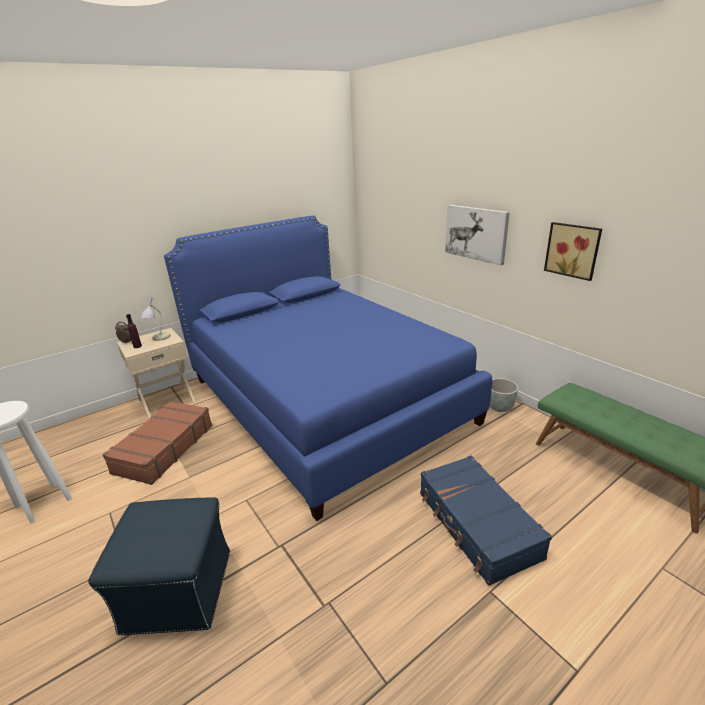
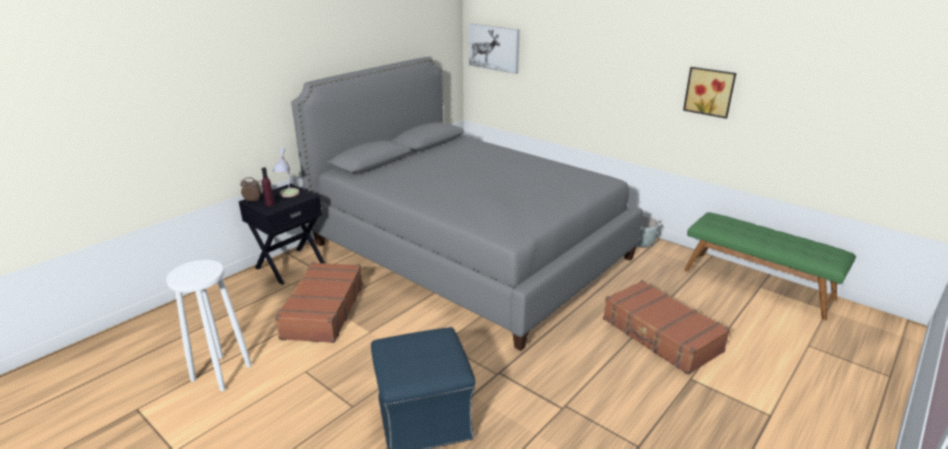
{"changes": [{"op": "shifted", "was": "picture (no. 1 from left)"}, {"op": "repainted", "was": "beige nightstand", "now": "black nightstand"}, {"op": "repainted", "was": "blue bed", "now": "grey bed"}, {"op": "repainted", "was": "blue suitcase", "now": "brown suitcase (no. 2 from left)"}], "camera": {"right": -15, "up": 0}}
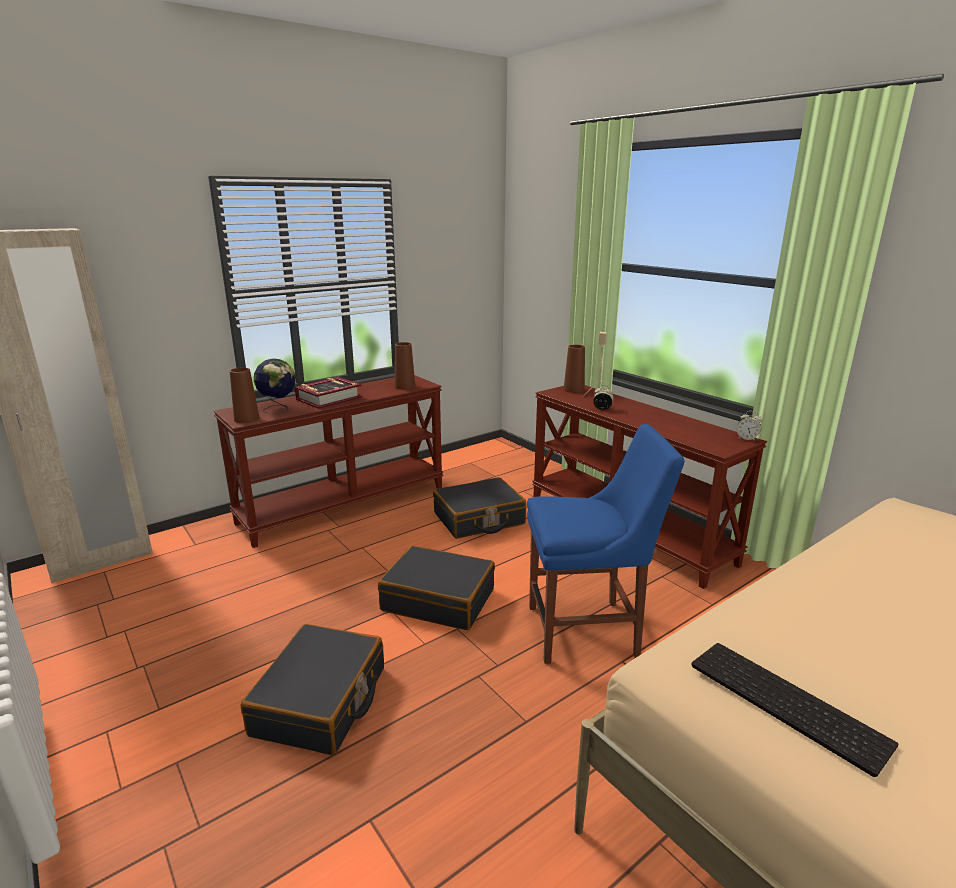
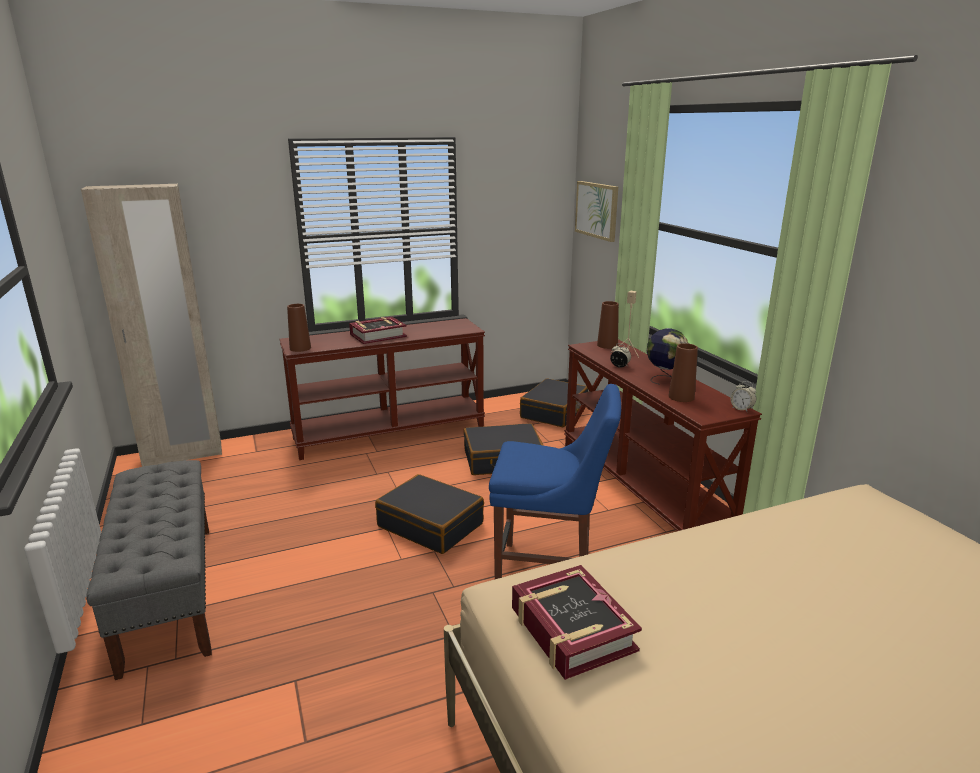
{"changes": [{"op": "new", "now": "grey bench"}, {"op": "new", "now": "picture"}, {"op": "shifted", "was": "black suitcase (no. 1 from left in the first image)", "now": "black suitcase (no. 3 from left)"}, {"op": "shifted", "was": "globe"}, {"op": "shifted", "was": "brown vase (no. 2 from left in the first image)", "now": "brown vase (no. 3 from left)"}, {"op": "swapped", "was": "keyboard", "now": "book (no. 2 from left)"}], "camera": {"right": 15, "up": 0}}
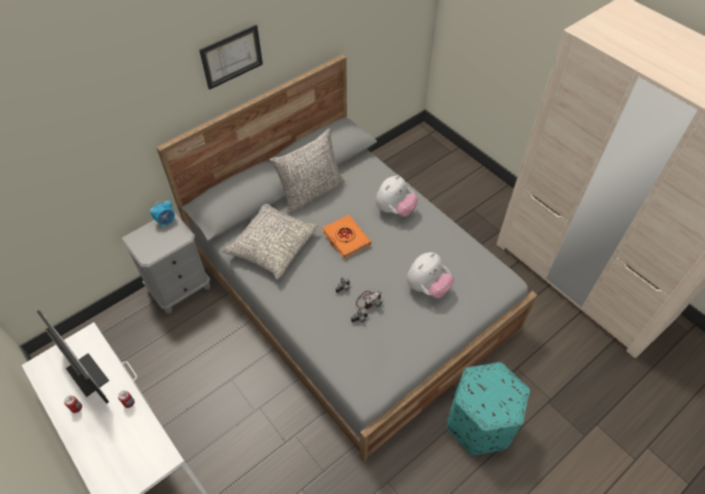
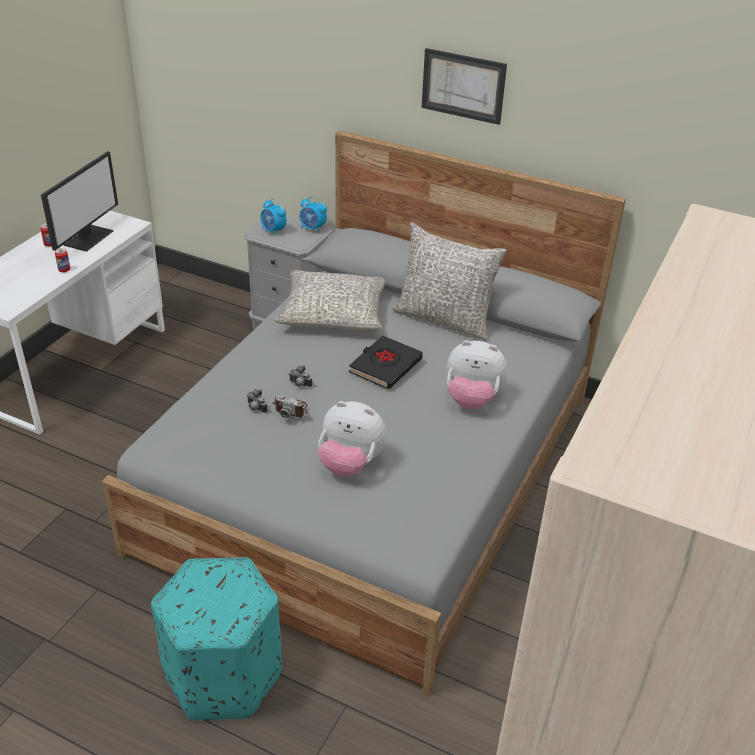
{"changes": [{"op": "new", "now": "alarm clock (no. 1 from left)"}, {"op": "repainted", "was": "orange book", "now": "black book"}], "camera": {"right": 65, "up": -15}}
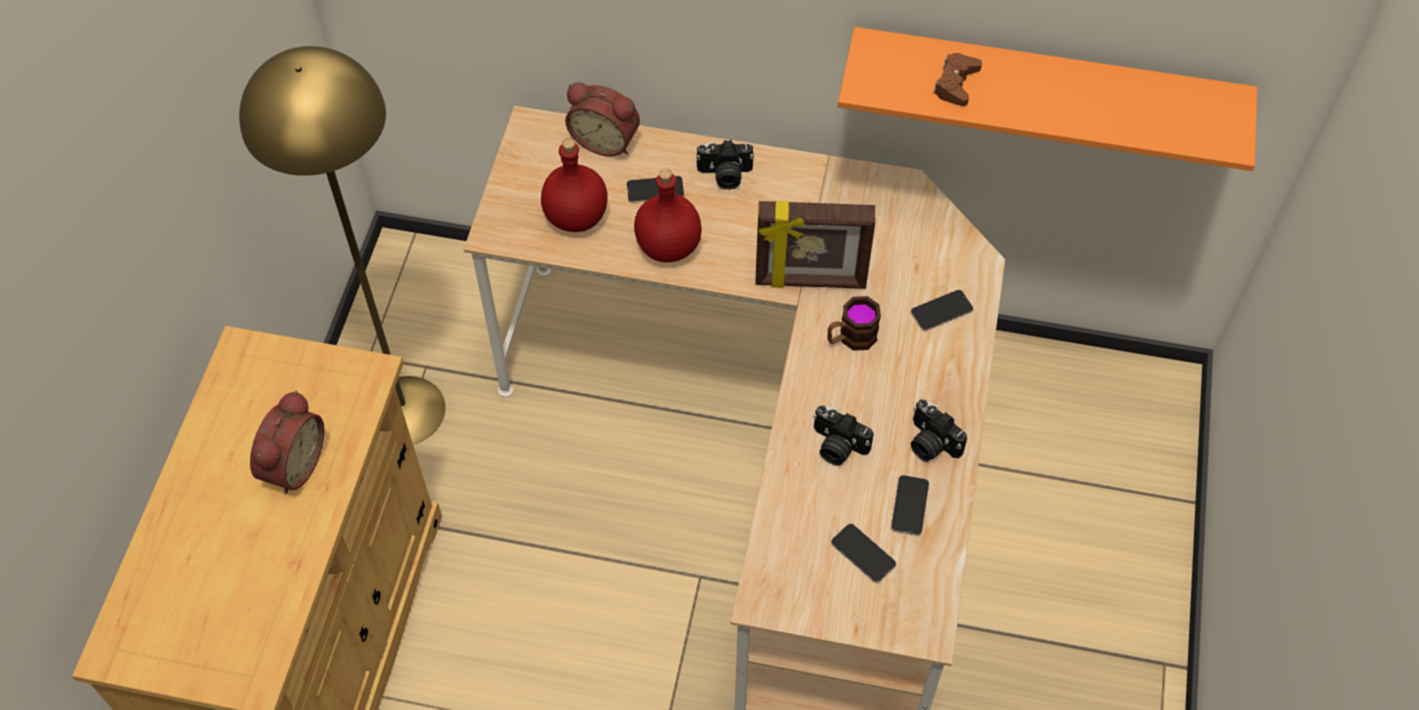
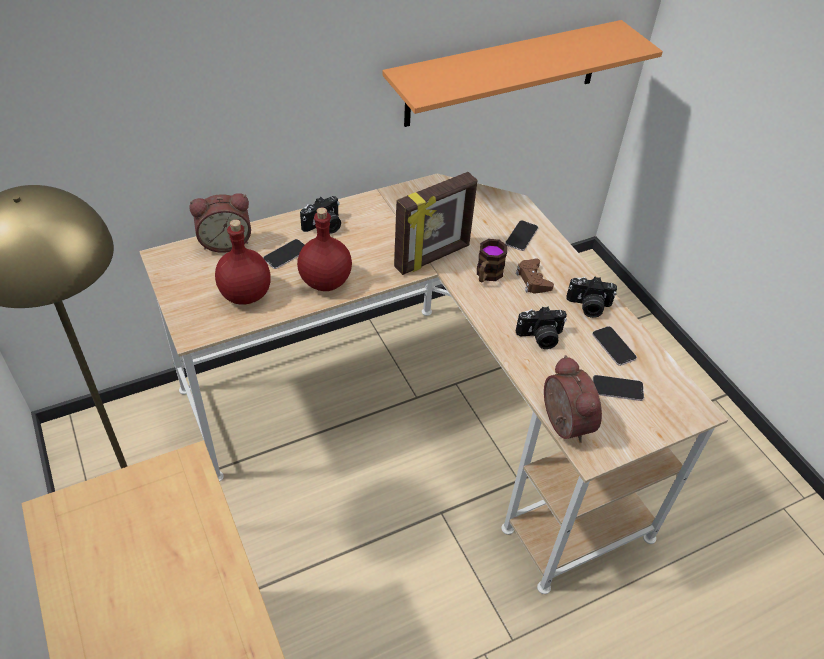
{"changes": [{"op": "shifted", "was": "alarm clock (no. 1 from left in the first image)", "now": "alarm clock (no. 2 from left)"}, {"op": "shifted", "was": "brown game controller"}], "camera": {"right": -40, "up": -10}}
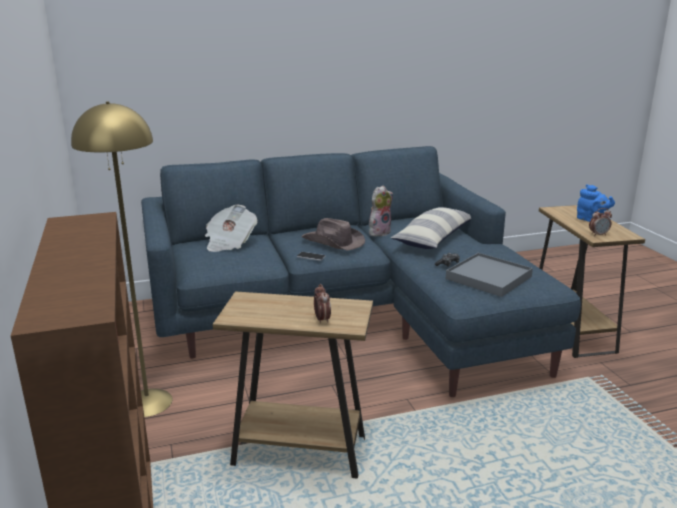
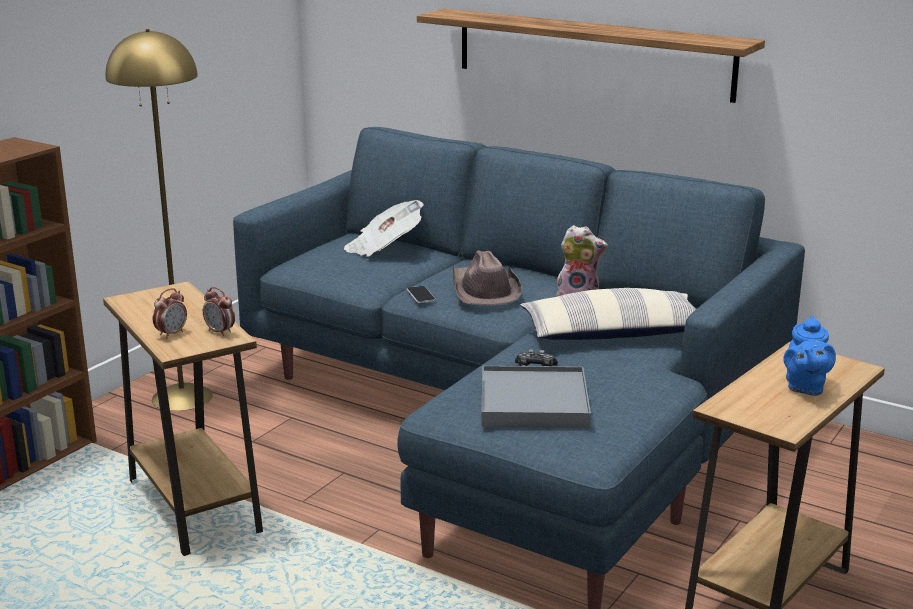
{"changes": [{"op": "new", "now": "shelf"}, {"op": "shifted", "was": "alarm clock (no. 2 from left)"}], "camera": {"right": 50, "up": 0}}
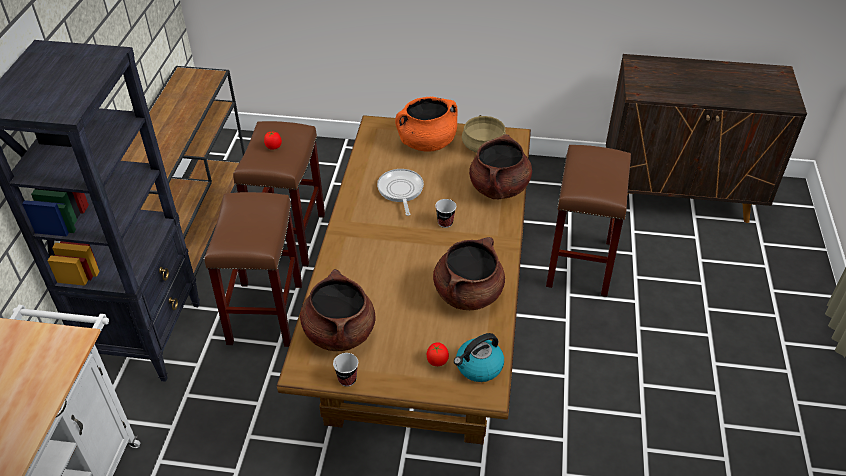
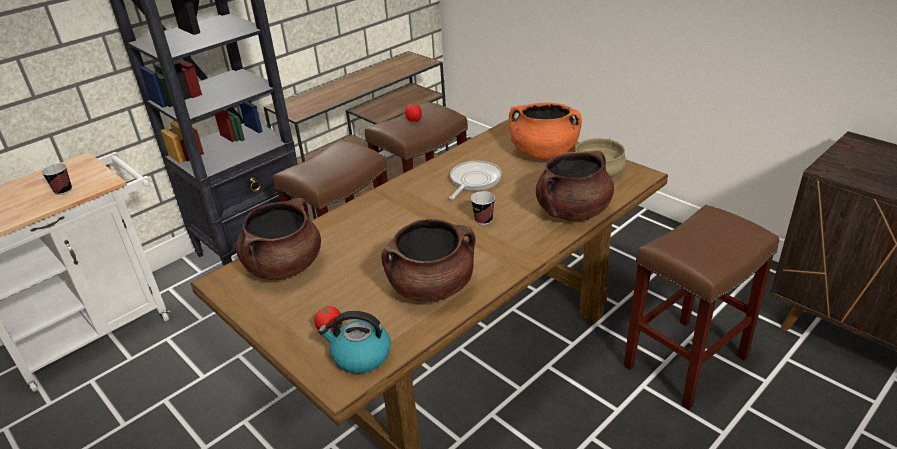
{"changes": [{"op": "shifted", "was": "cup (no. 1 from left)"}], "camera": {"right": 40, "up": -10}}
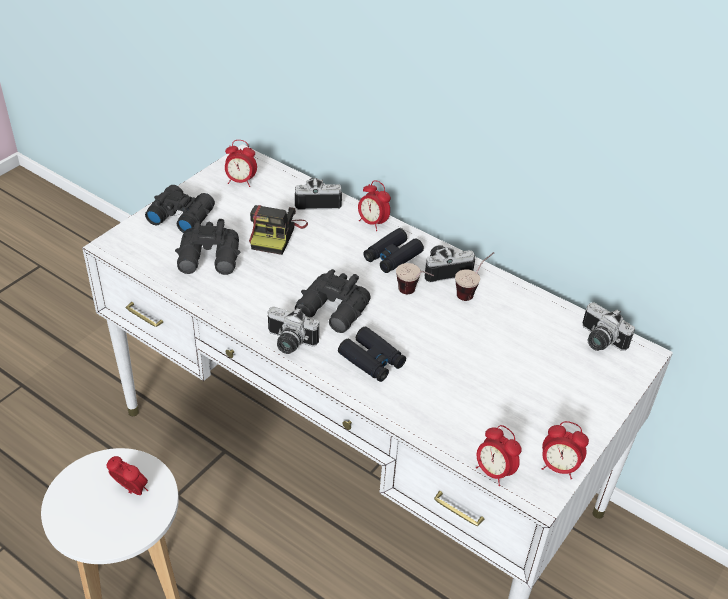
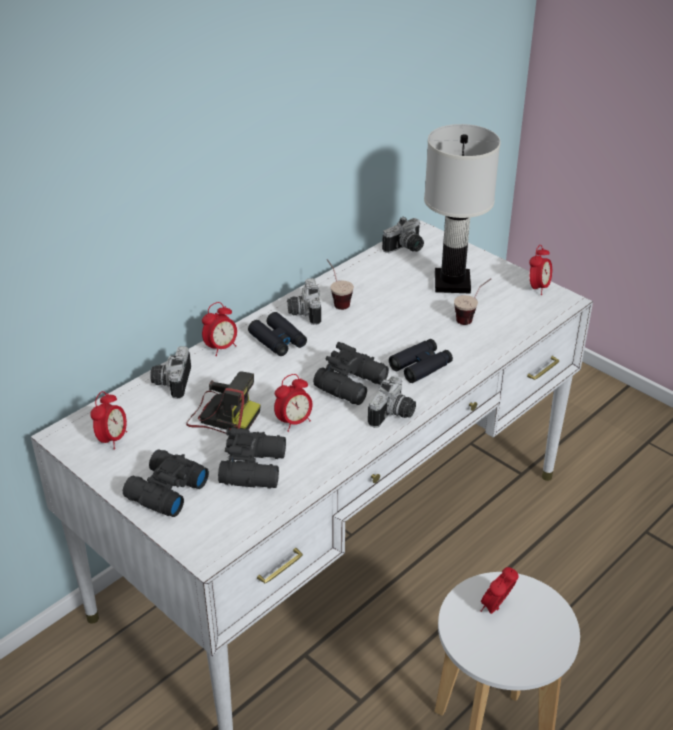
{"changes": [{"op": "new", "now": "white table lamp"}, {"op": "shifted", "was": "cup (no. 1 from left in the first image)", "now": "cup (no. 2 from left)"}, {"op": "shifted", "was": "alarm clock (no. 4 from left in the first image)", "now": "alarm clock (no. 3 from left)"}], "camera": {"right": -80, "up": -5}}
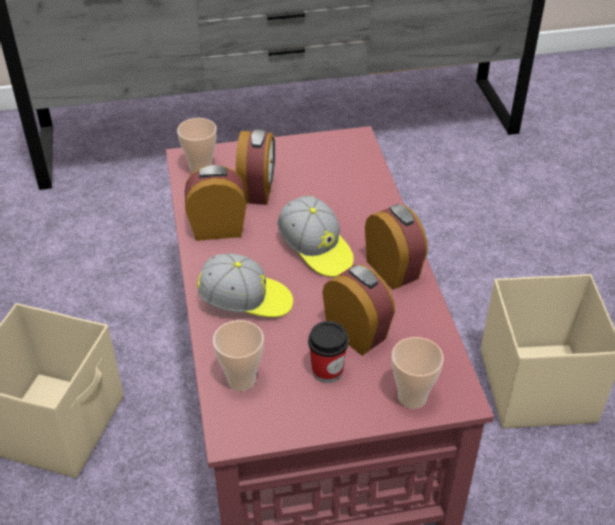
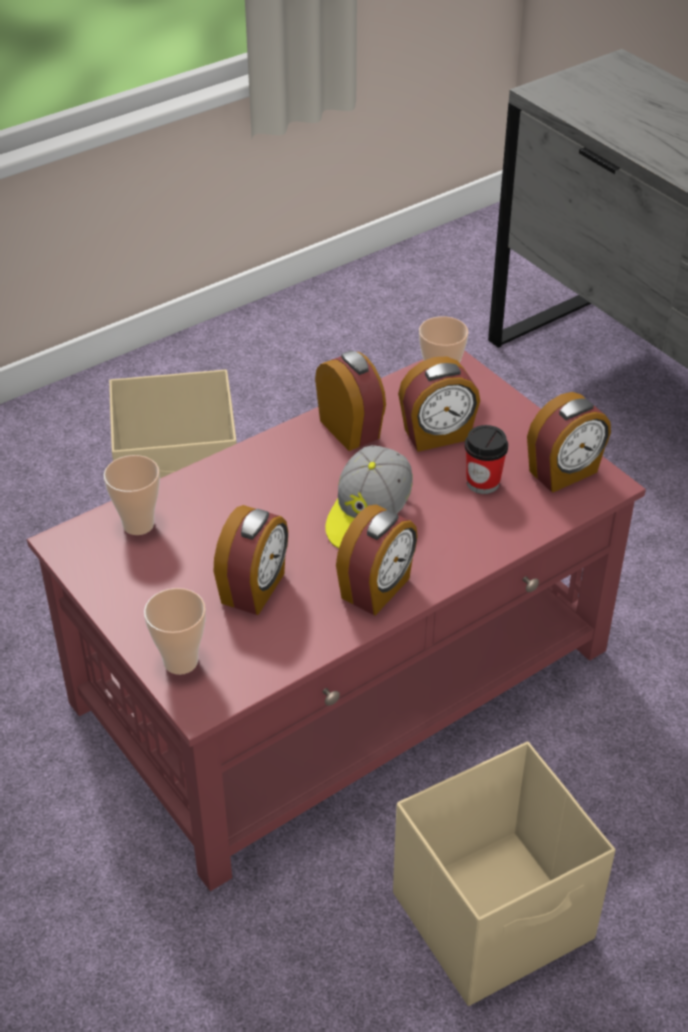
{"changes": [{"op": "gone", "was": "cap (no. 1 from left)"}, {"op": "new", "now": "alarm clock (no. 5 from left)"}, {"op": "shifted", "was": "cup (no. 3 from left in the first image)", "now": "cup (no. 4 from left)"}], "camera": {"right": 65, "up": 0}}
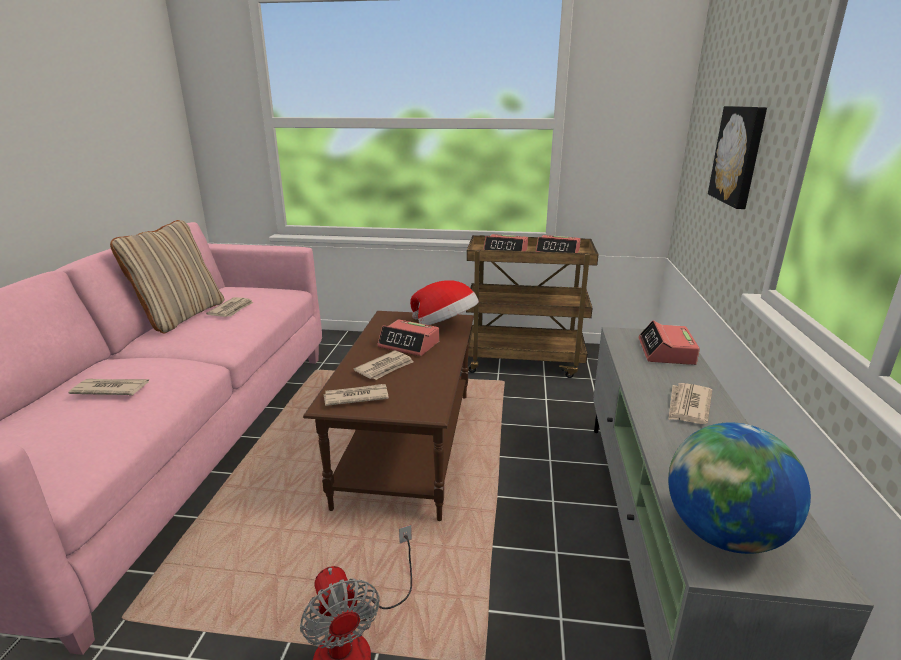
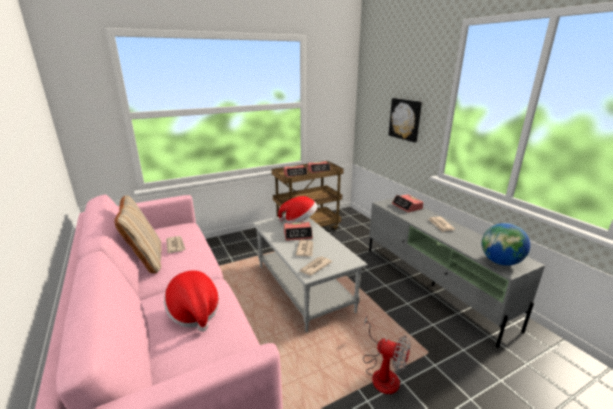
{"changes": [{"op": "swapped", "was": "newspaper (no. 1 from left)", "now": "hat (no. 1 from left)"}, {"op": "repainted", "was": "brown coffee table", "now": "grey coffee table"}], "camera": {"right": -35, "up": 0}}
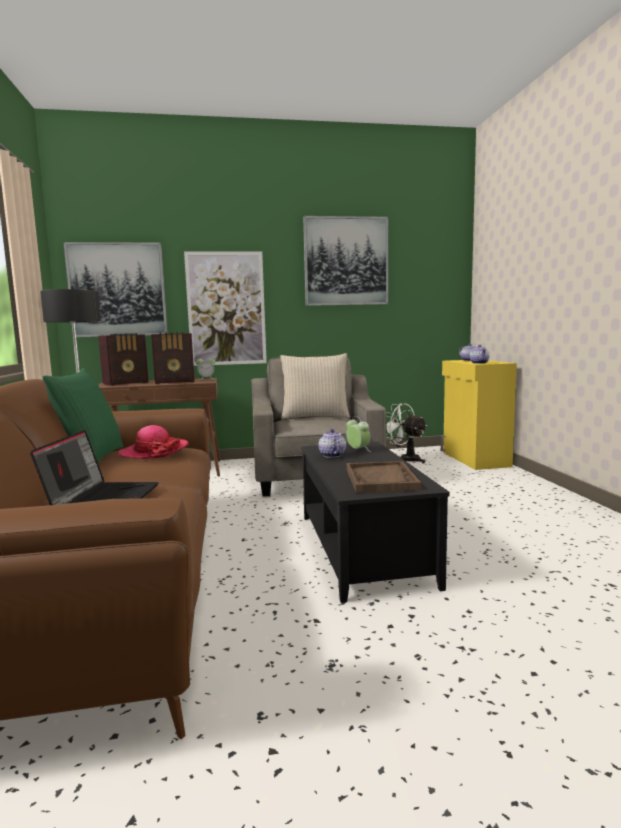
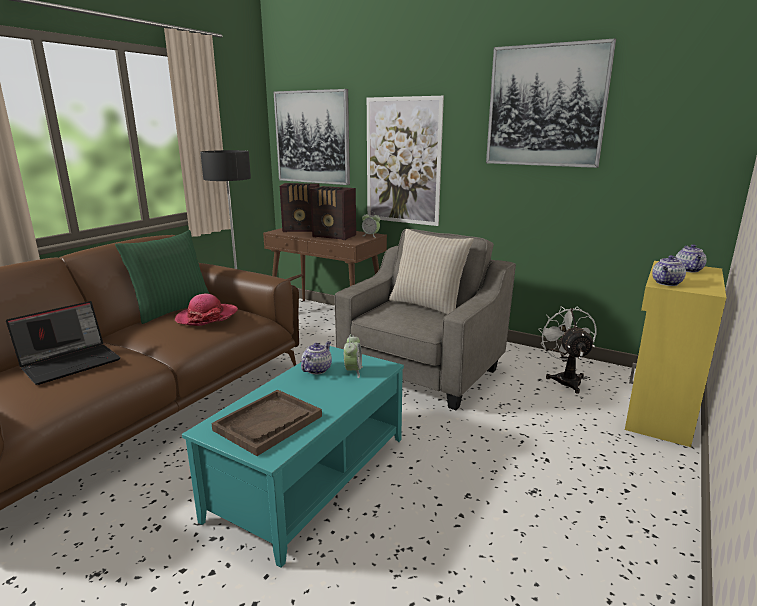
{"changes": [{"op": "repainted", "was": "black coffee table", "now": "turquoise coffee table"}], "camera": {"right": 40, "up": 10}}
